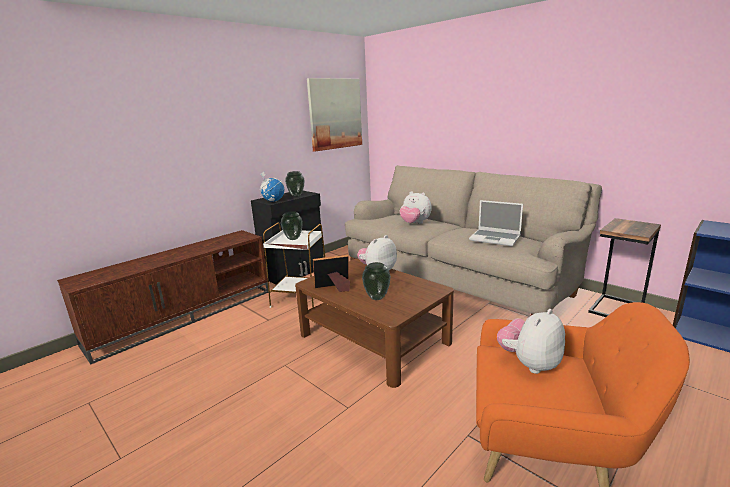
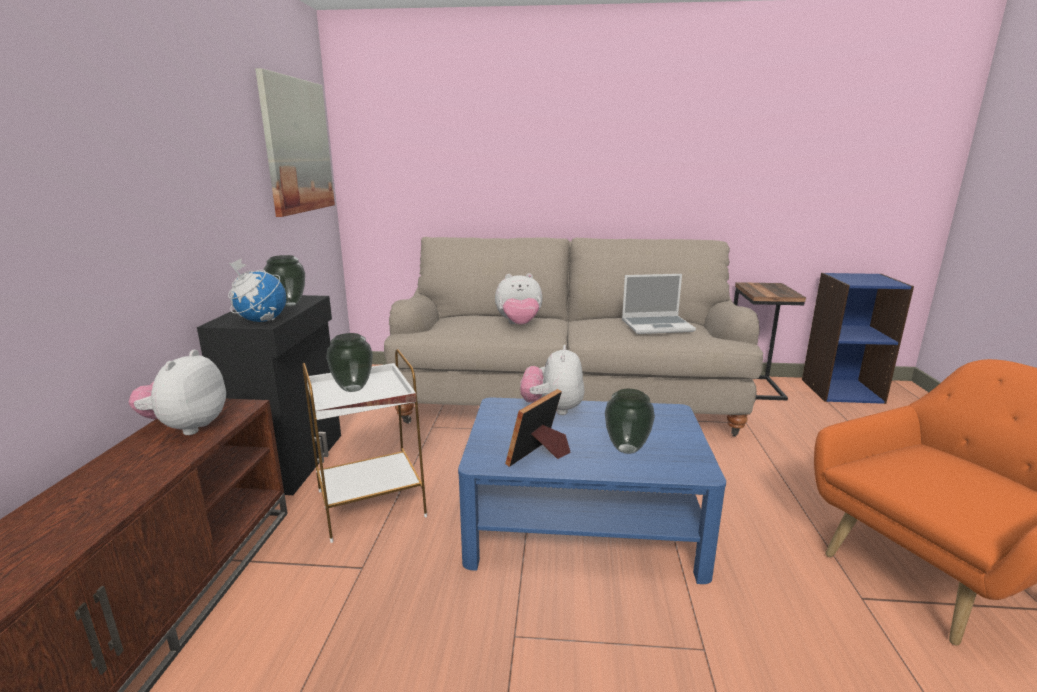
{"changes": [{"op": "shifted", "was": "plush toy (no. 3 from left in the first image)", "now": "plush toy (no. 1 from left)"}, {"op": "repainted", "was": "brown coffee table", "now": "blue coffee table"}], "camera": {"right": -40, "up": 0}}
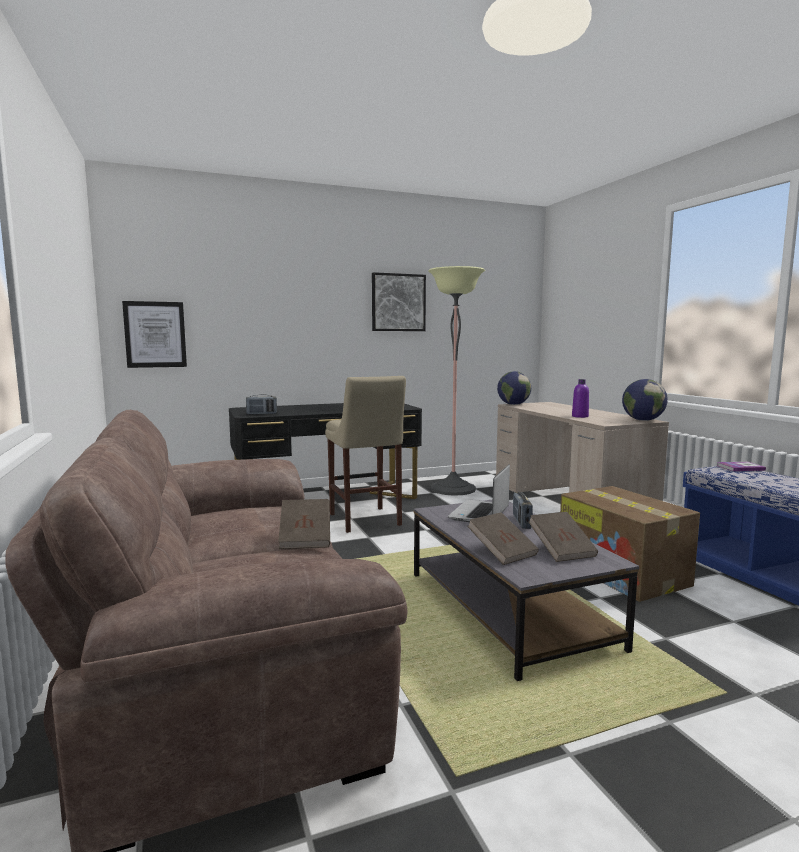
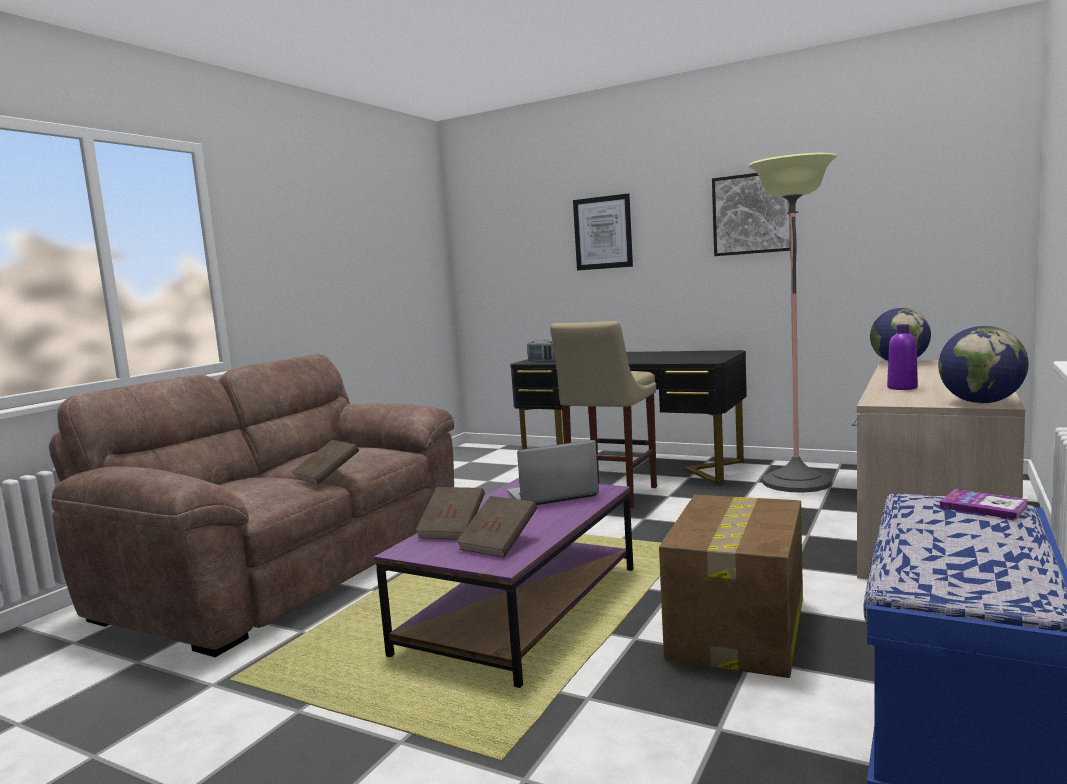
{"changes": [{"op": "gone", "was": "radio (no. 2 from left)"}, {"op": "shifted", "was": "picture (no. 1 from left)"}, {"op": "repainted", "was": "grey coffee table", "now": "purple coffee table"}], "camera": {"right": 50, "up": 0}}
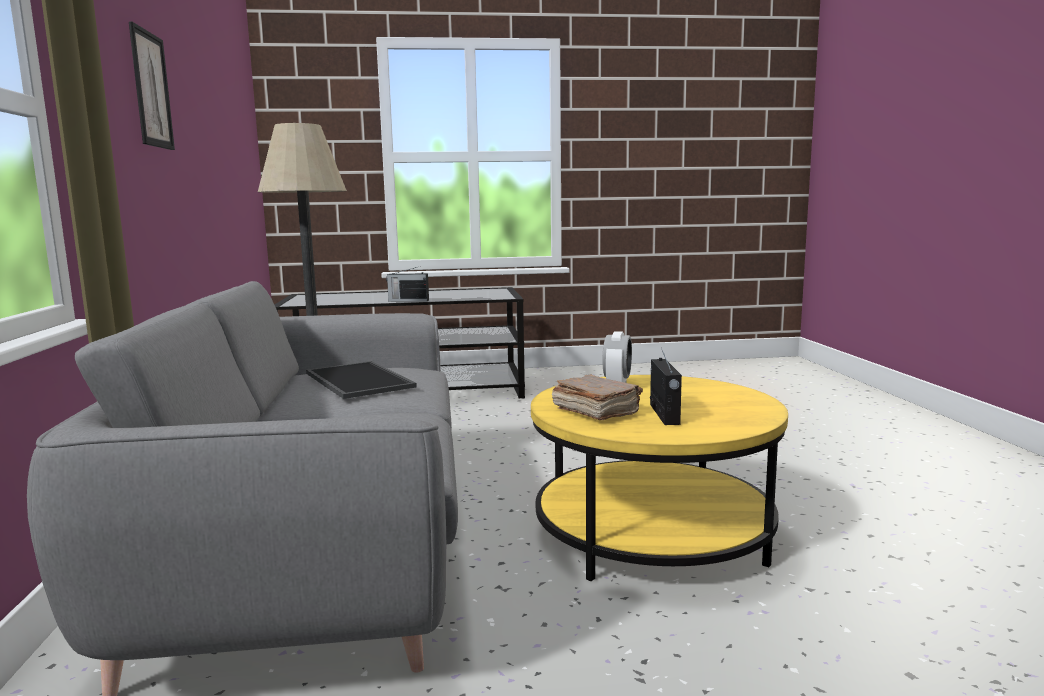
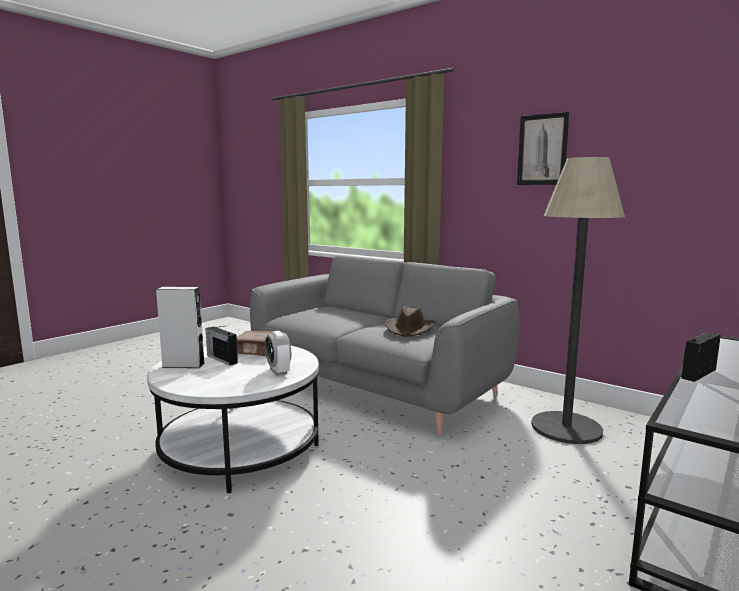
{"changes": [{"op": "new", "now": "grey speaker"}, {"op": "swapped", "was": "tray", "now": "brown hat"}, {"op": "repainted", "was": "yellow coffee table", "now": "white coffee table"}], "camera": {"right": 135, "up": 0}}
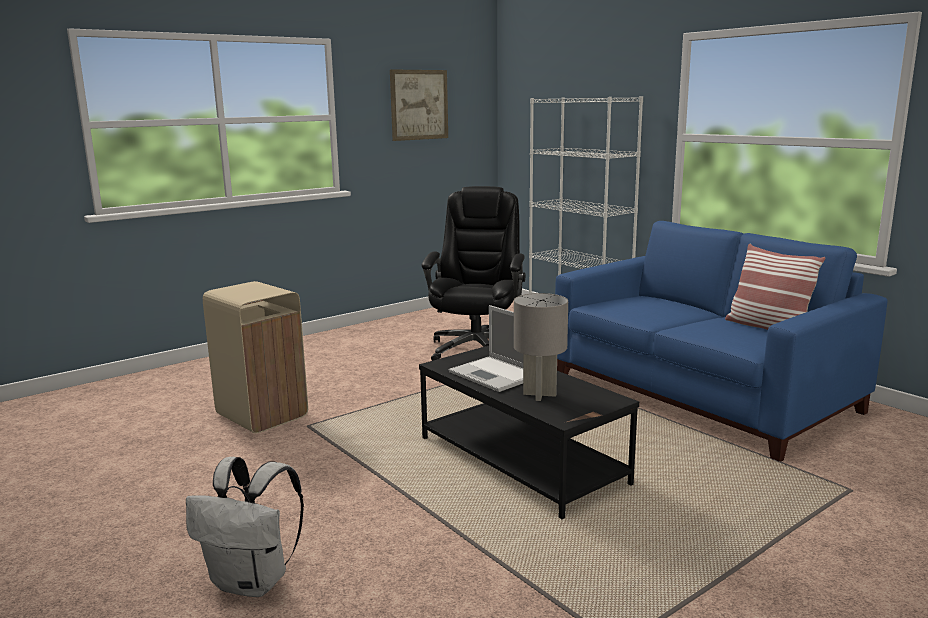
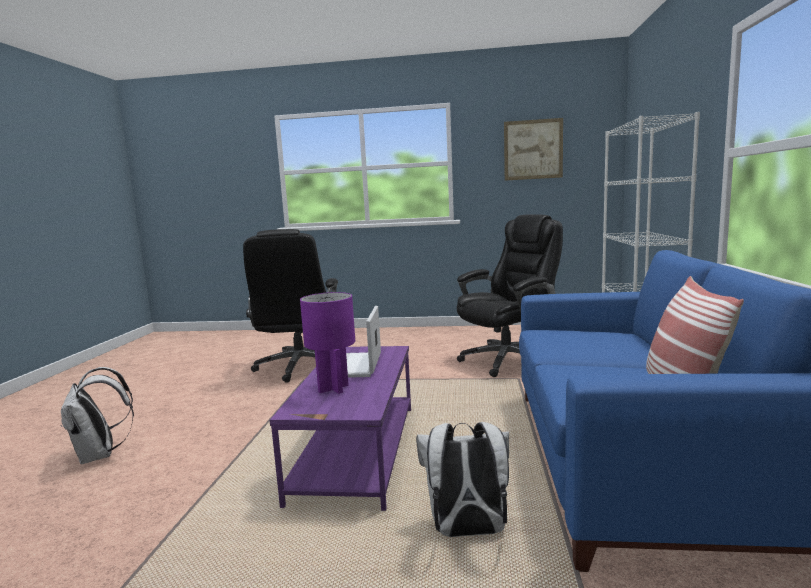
{"changes": [{"op": "new", "now": "white backpack (no. 2 from left)"}, {"op": "swapped", "was": "beige trash can", "now": "black office chair (no. 1 from left)"}, {"op": "repainted", "was": "black coffee table", "now": "purple coffee table"}, {"op": "repainted", "was": "grey table lamp", "now": "purple table lamp"}], "camera": {"right": 45, "up": -5}}
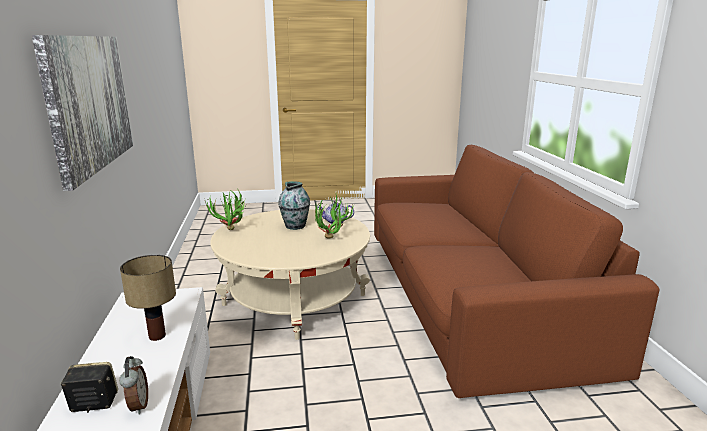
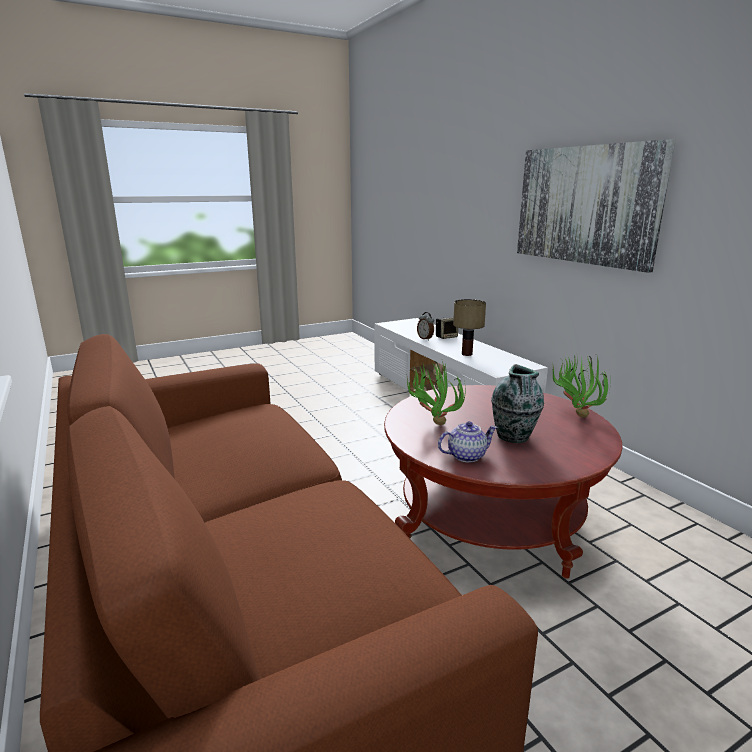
{"changes": [{"op": "repainted", "was": "beige coffee table", "now": "red coffee table"}], "camera": {"right": 160, "up": 0}}
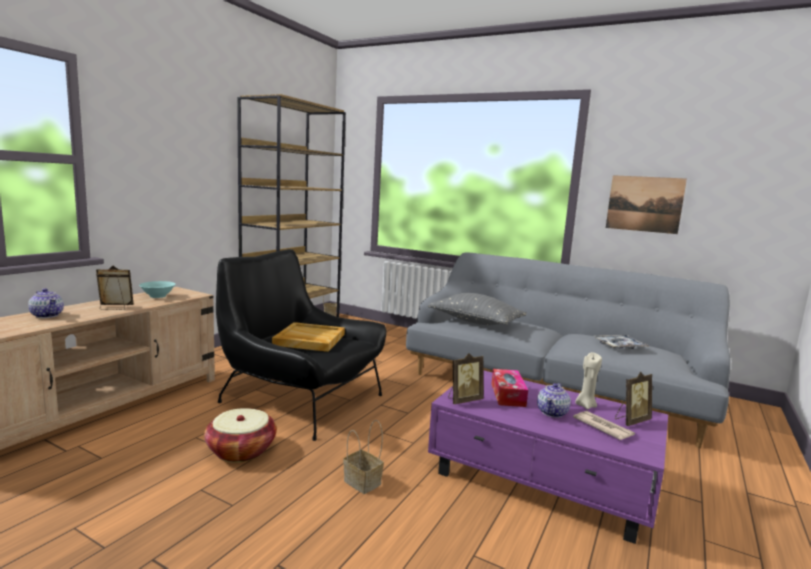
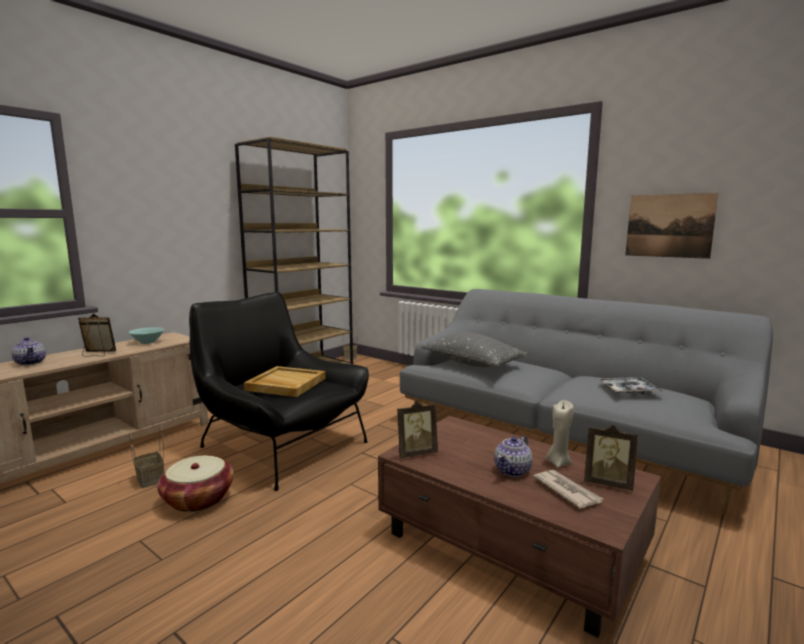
{"changes": [{"op": "gone", "was": "tissue box"}, {"op": "shifted", "was": "basket (no. 3 from left in the first image)", "now": "basket (no. 1 from left)"}, {"op": "repainted", "was": "purple coffee table", "now": "brown coffee table"}, {"op": "rotated", "was": "picture frame (no. 3 from left)", "clockwise": 45}], "camera": {"right": 10, "up": 0}}
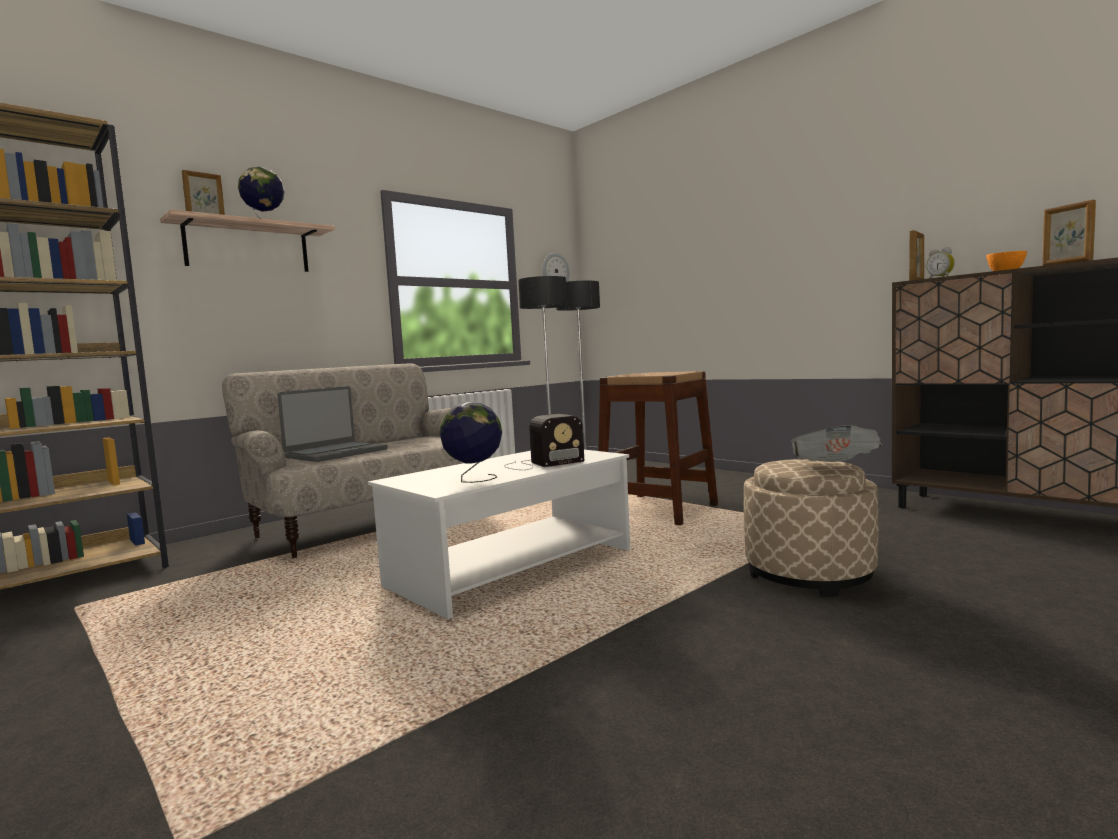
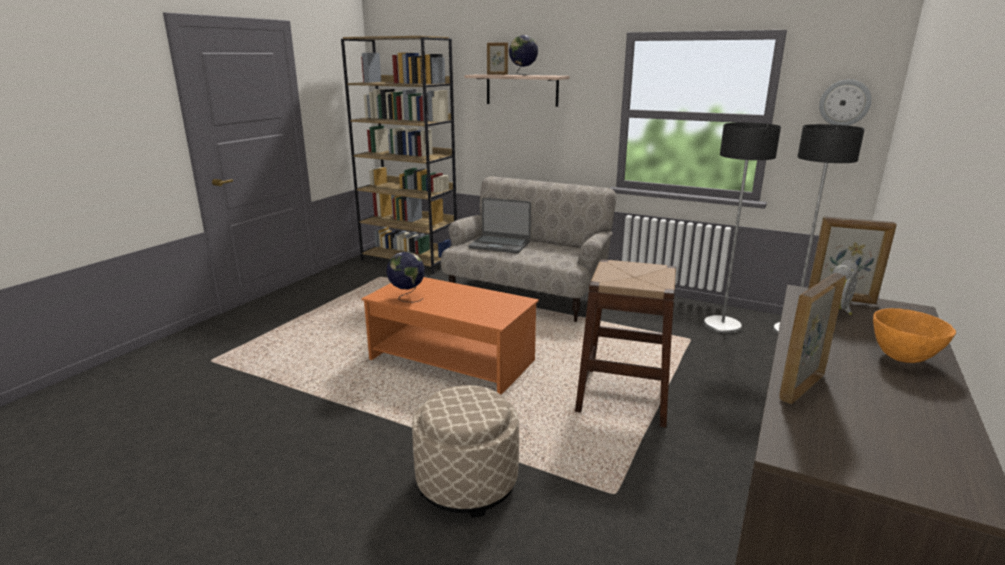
{"changes": [{"op": "gone", "was": "radio"}, {"op": "gone", "was": "newspaper"}, {"op": "repainted", "was": "white coffee table", "now": "orange coffee table"}], "camera": {"right": 70, "up": 15}}
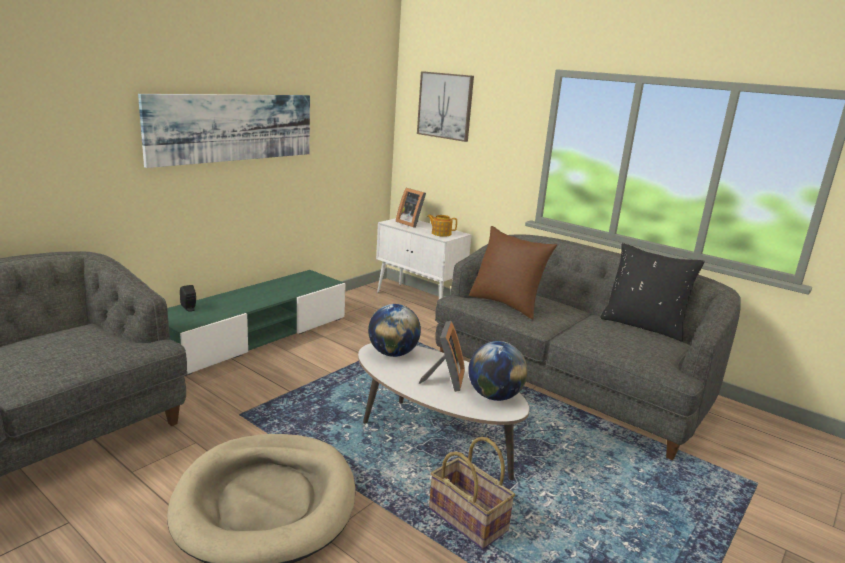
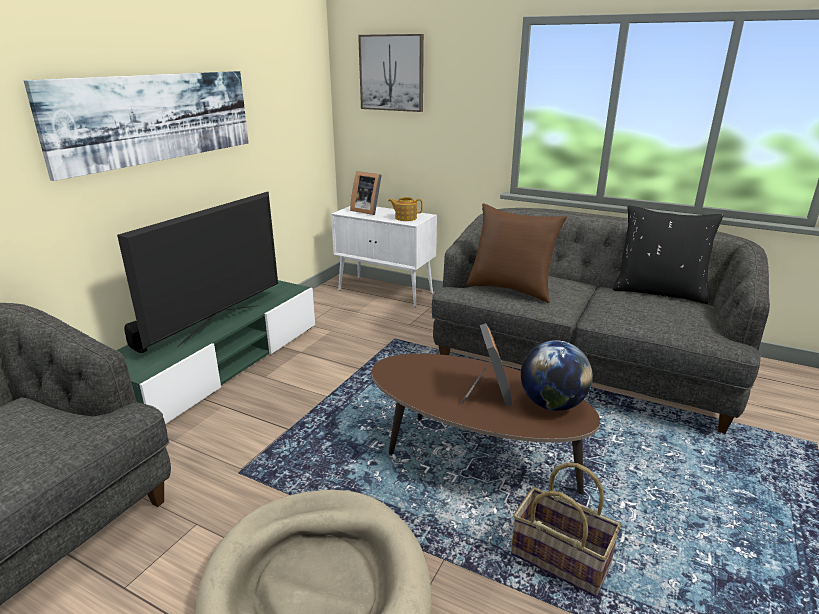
{"changes": [{"op": "gone", "was": "globe (no. 1 from left)"}, {"op": "new", "now": "television"}, {"op": "repainted", "was": "white coffee table", "now": "brown coffee table"}], "camera": {"right": -10, "up": 5}}
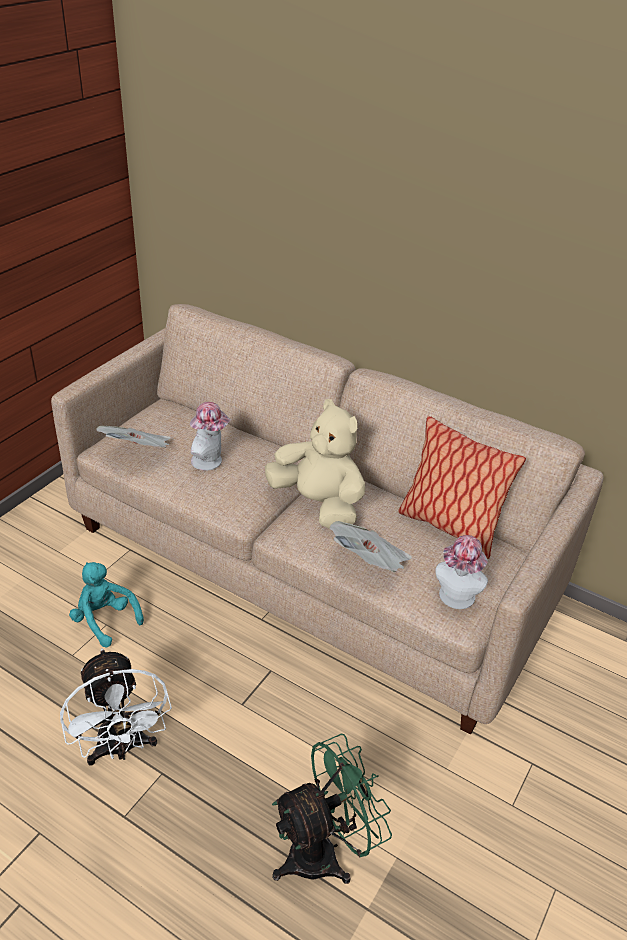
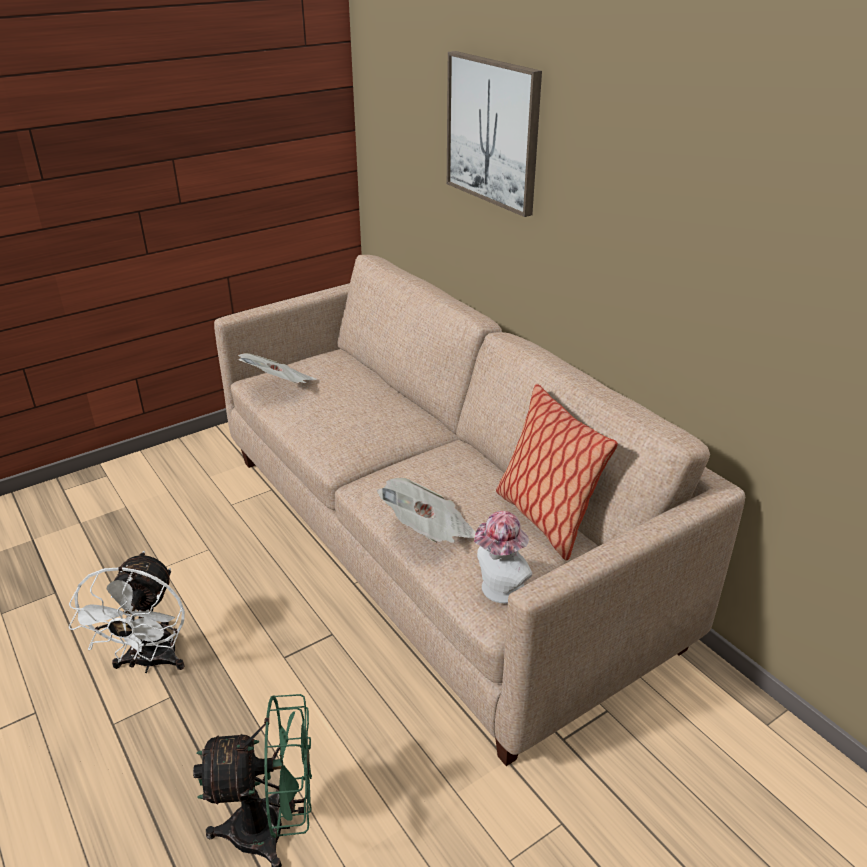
{"changes": [{"op": "gone", "was": "turquoise plush toy"}, {"op": "gone", "was": "hat (no. 1 from left)"}, {"op": "gone", "was": "beige plush toy"}, {"op": "new", "now": "picture"}], "camera": {"right": 25, "up": -5}}
